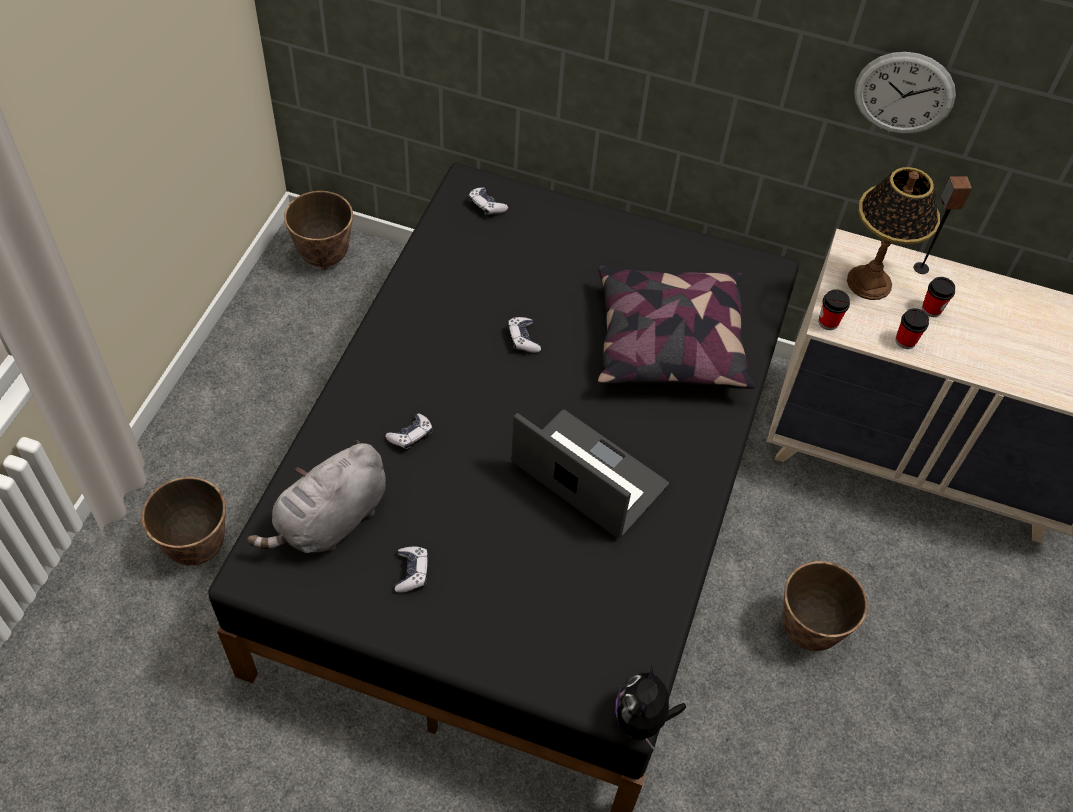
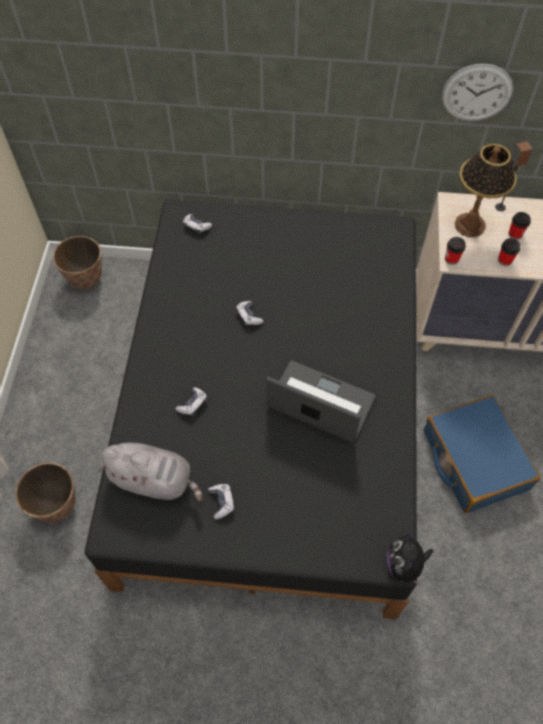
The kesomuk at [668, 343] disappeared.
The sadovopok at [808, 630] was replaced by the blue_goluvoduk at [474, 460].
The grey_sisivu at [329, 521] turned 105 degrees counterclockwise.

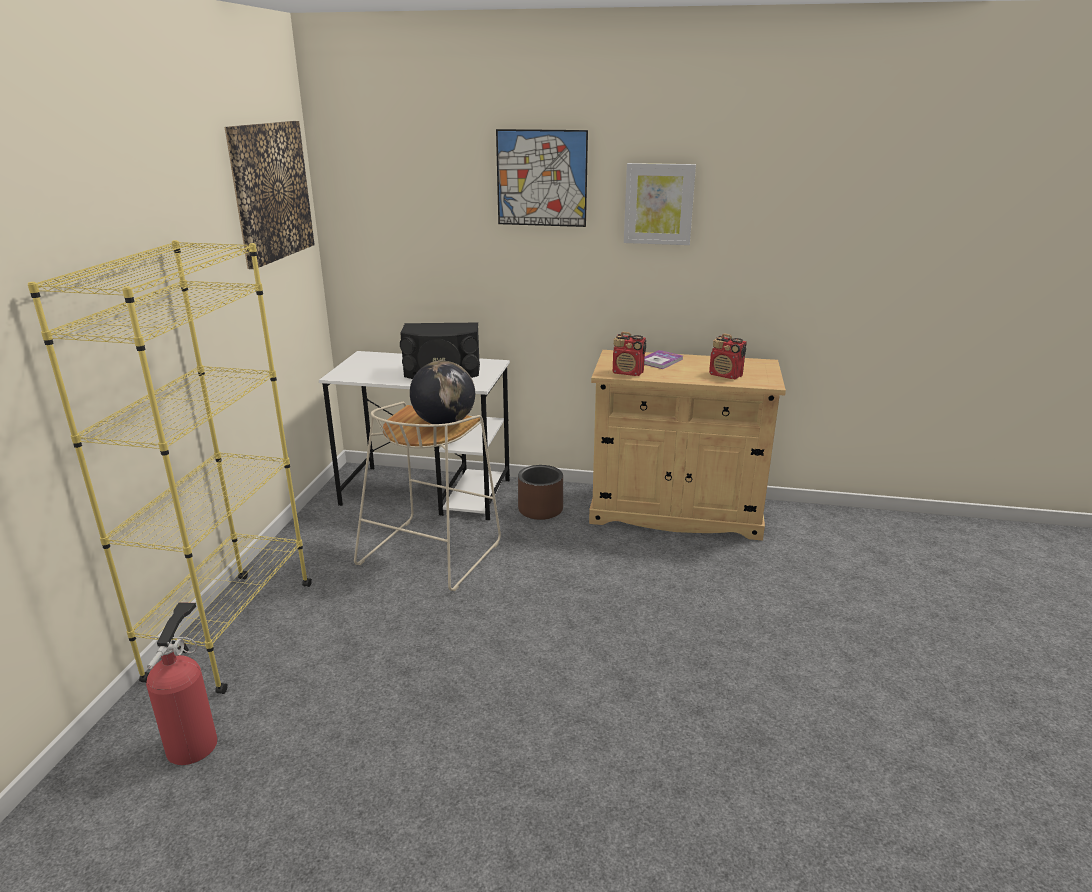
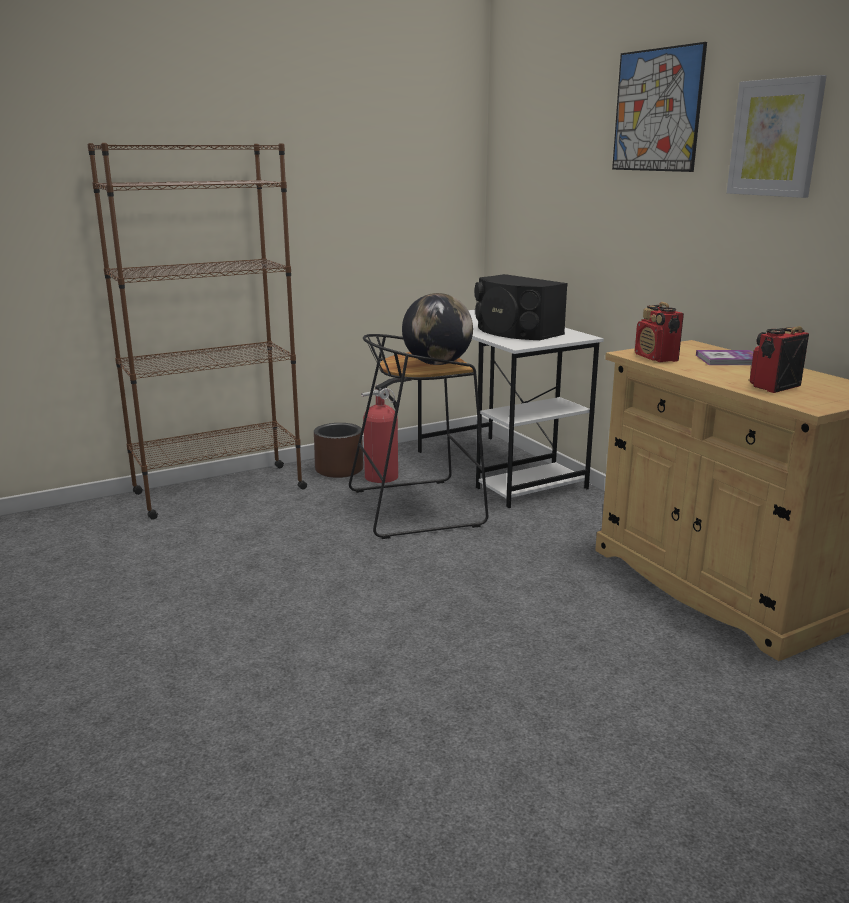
The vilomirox at [270, 192] disappeared.
The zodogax moved from [195, 742] to [385, 476].
The brown_sadovopok moved from [540, 510] to [339, 470].
The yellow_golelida at [232, 630] became the brown_golelida at [219, 491].
The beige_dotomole at [430, 552] became the black_dotomole at [418, 507].
The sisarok at [726, 375] turned 60 degrees clockwise.

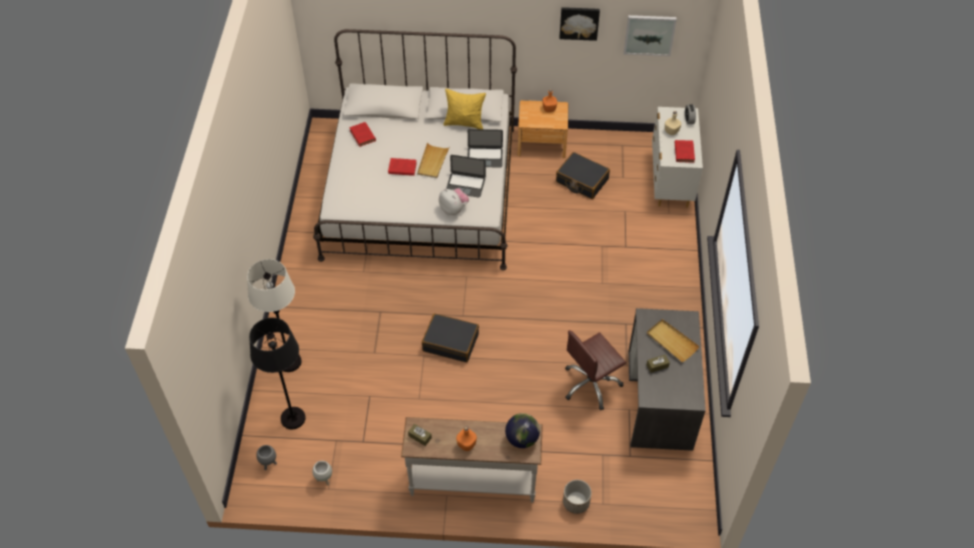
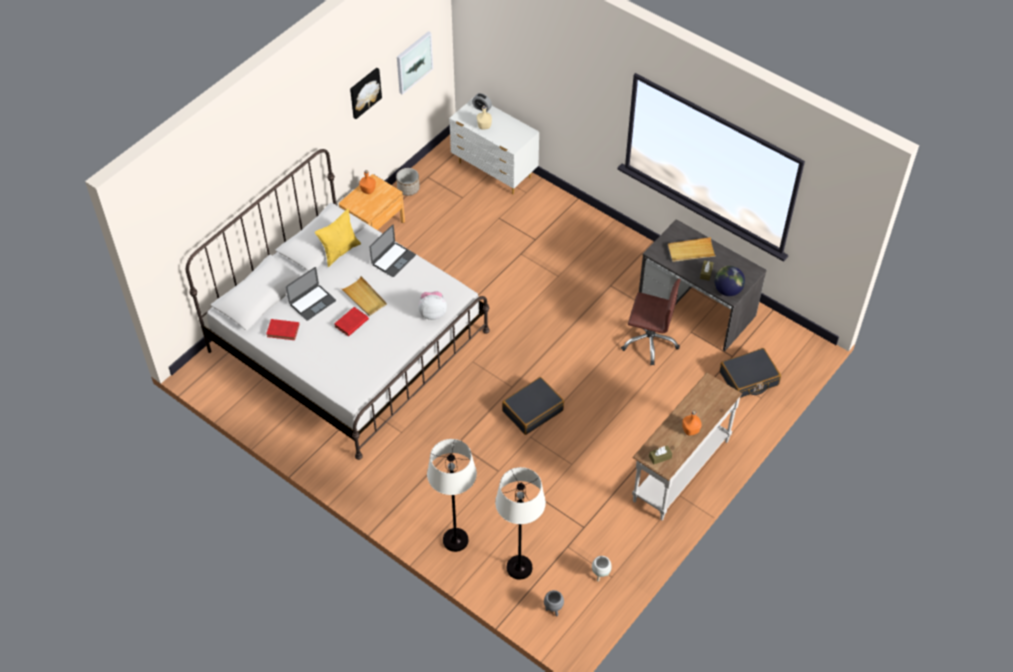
The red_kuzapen at [684, 152] disappeared.
The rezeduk moved from [465, 185] to [312, 302].
The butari moved from [522, 439] to [727, 290].
The black_goluvoduk moved from [582, 181] to [748, 379].
The sadovopok moved from [575, 502] to [408, 189].
The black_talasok at [293, 418] became the white_talasok at [519, 567].
The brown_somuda at [591, 384] turned 75 degrees counterclockwise.

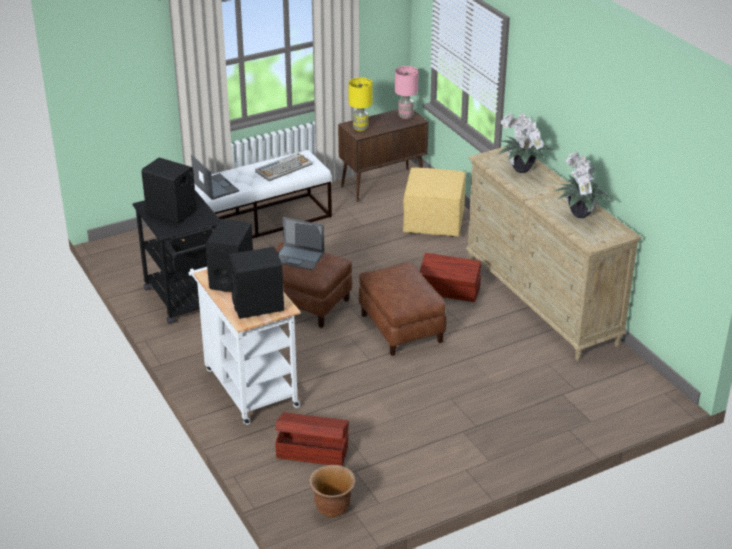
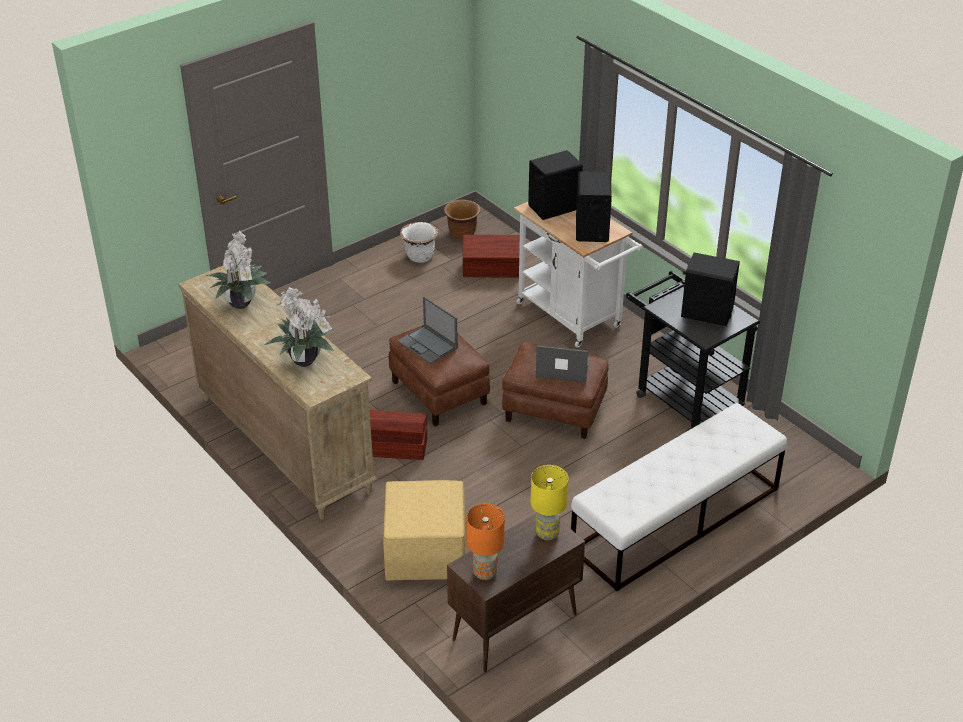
The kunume at [284, 168] disappeared.
The white_sadovopok at [419, 257] appeared.
The rezeduk moved from [215, 186] to [428, 345].
The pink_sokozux at [406, 116] became the orange_sokozux at [484, 572].

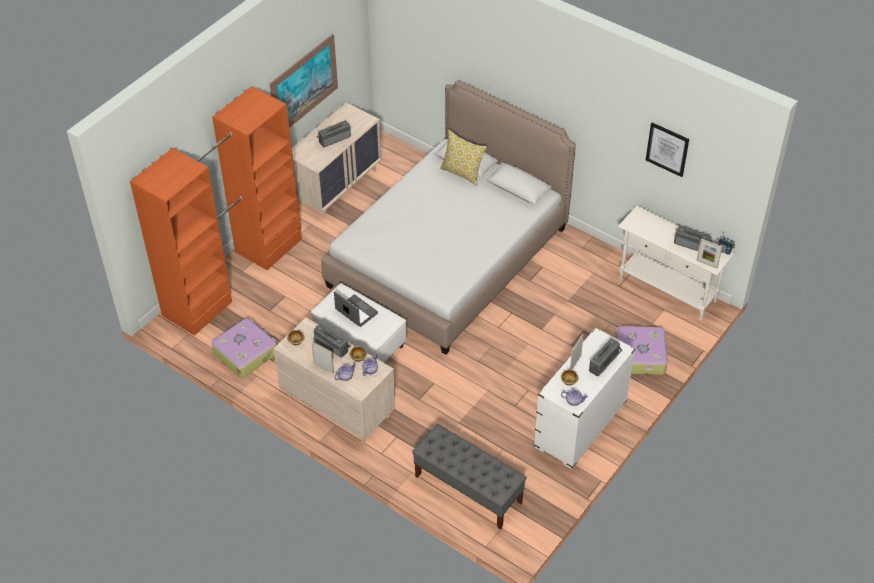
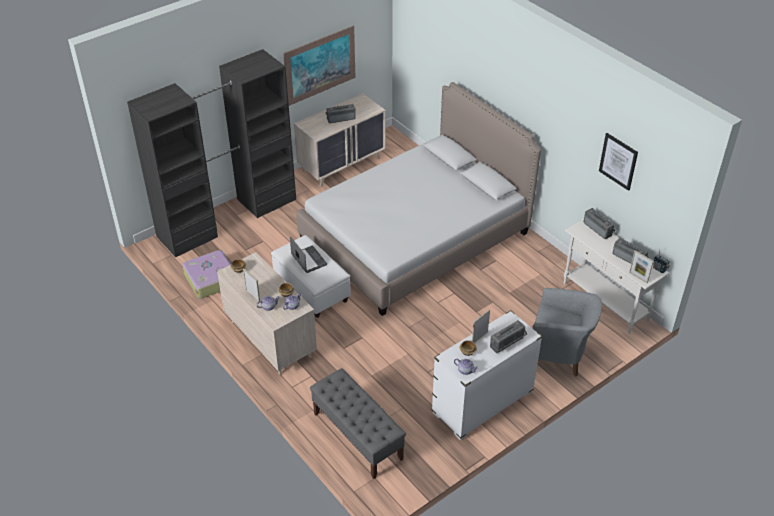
The kesomuk at [462, 173] disappeared.
The sisarok moved from [333, 345] to [598, 228].
The goluvoduk at [639, 356] was replaced by the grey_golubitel at [559, 353].
The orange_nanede at [234, 275] became the black_nanede at [228, 217].

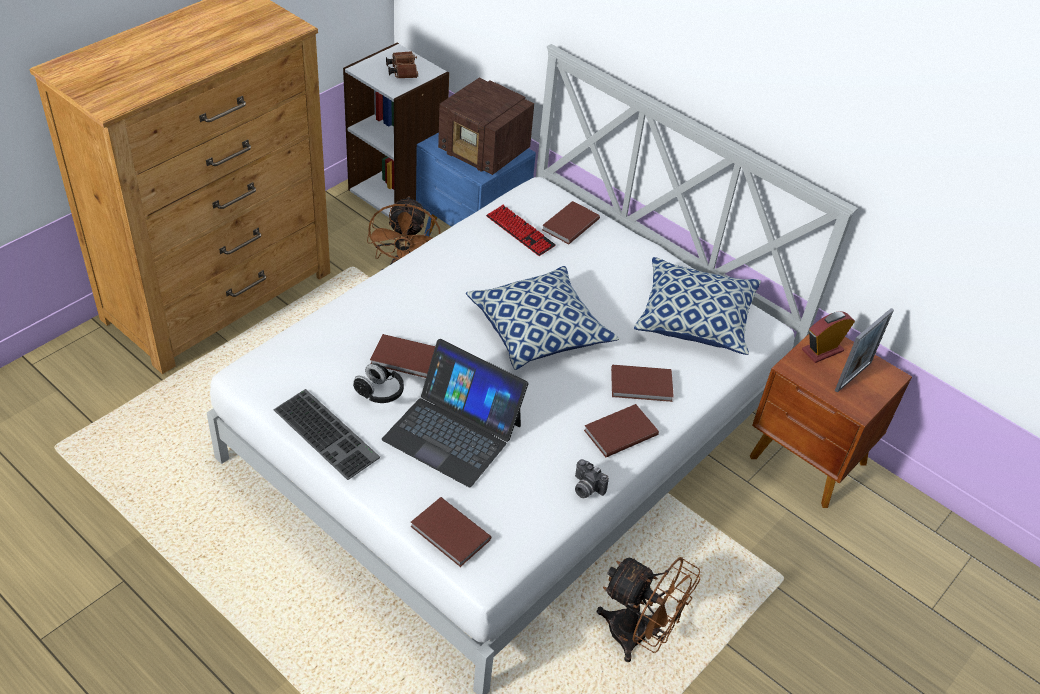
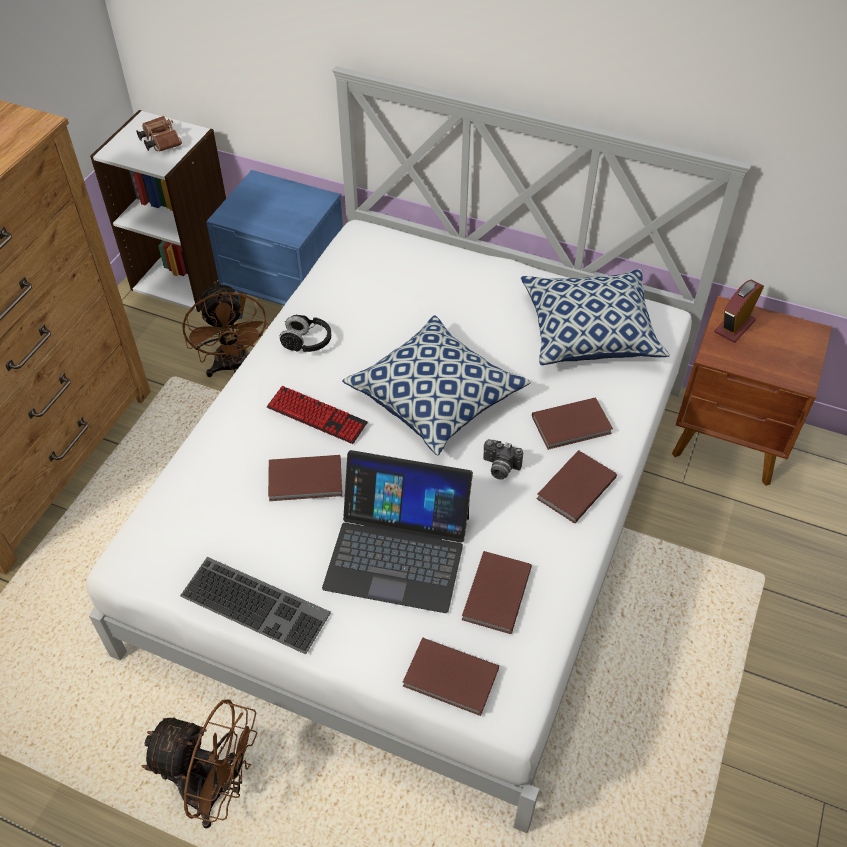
The sisarok at [485, 152] disappeared.
The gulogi at [853, 376] disappeared.
The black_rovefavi moved from [379, 392] to [307, 342].
The kunume moved from [520, 231] to [317, 416].
The brown_kuzapen moved from [569, 224] to [494, 594].
The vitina moved from [585, 488] to [499, 468].
The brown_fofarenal moved from [638, 636] to [215, 790].

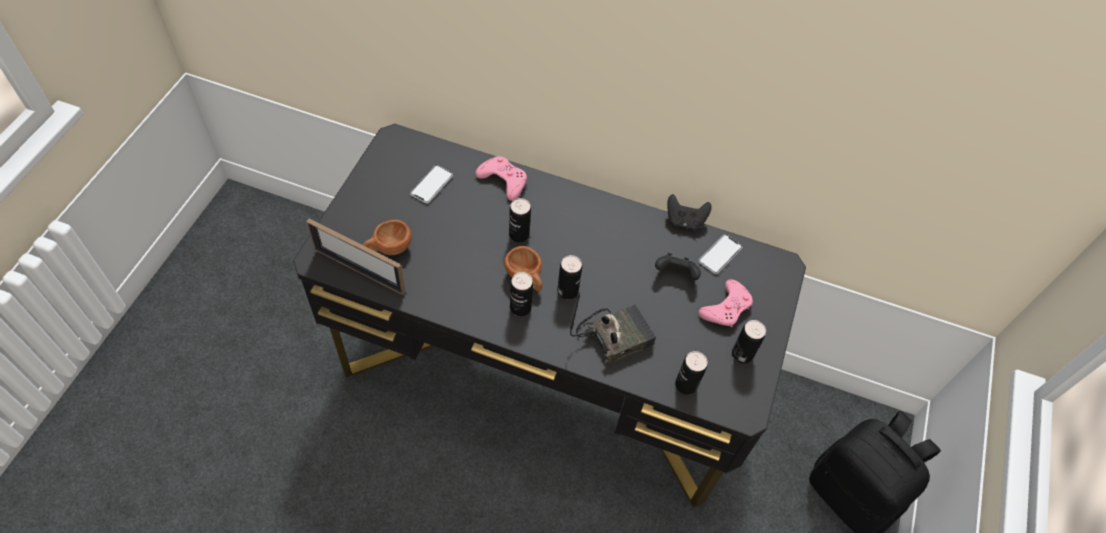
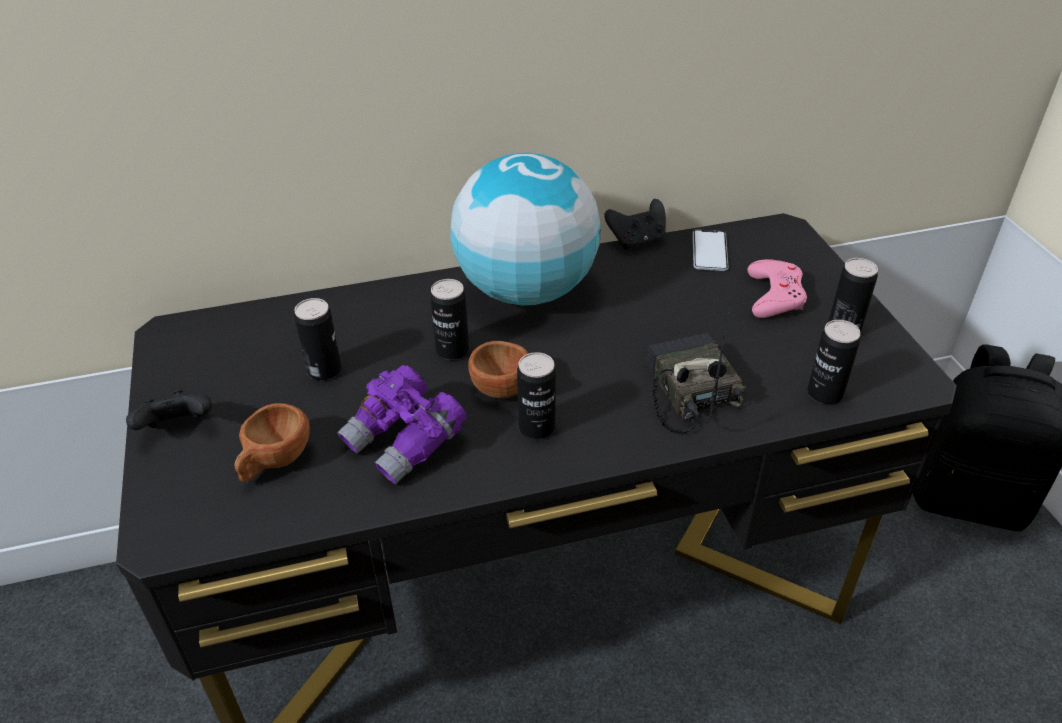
The gulogi at [359, 270] disappeared.
The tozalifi at [431, 185] disappeared.
The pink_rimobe at [503, 180] disappeared.
The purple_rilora at [405, 442] appeared.
The butari at [525, 290] appeared.
The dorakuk moved from [567, 291] to [324, 370].
The black_rimobe moved from [675, 274] to [178, 428].
The sisarok at [614, 336] turned 45 degrees counterclockwise.

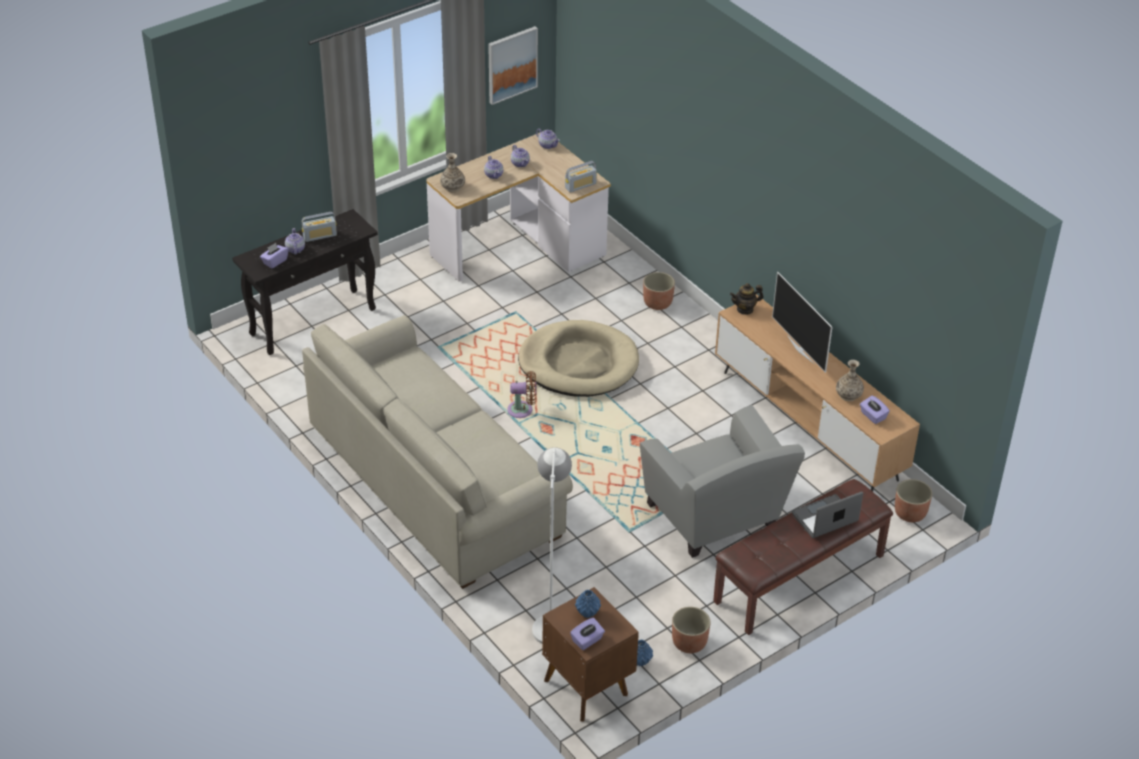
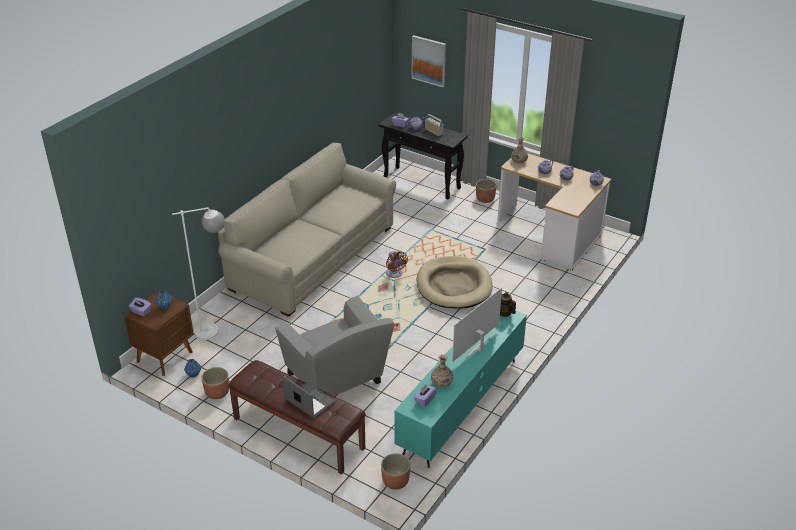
The sisarok at [580, 185] disappeared.
The vilomirox moved from [512, 64] to [429, 60].
The sadovopok moved from [658, 303] to [485, 199].
The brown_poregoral at [807, 425] became the turquoise_poregoral at [461, 405].
The grey_golubitel at [716, 519] turned 75 degrees counterclockwise.

